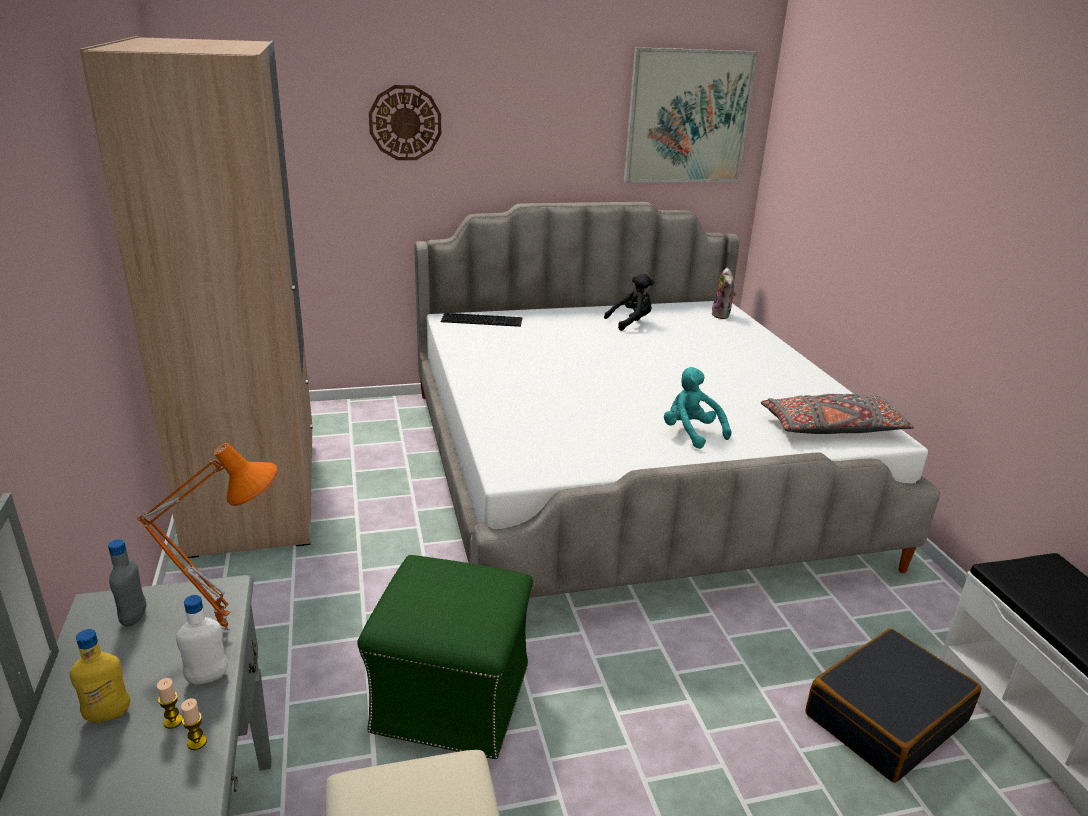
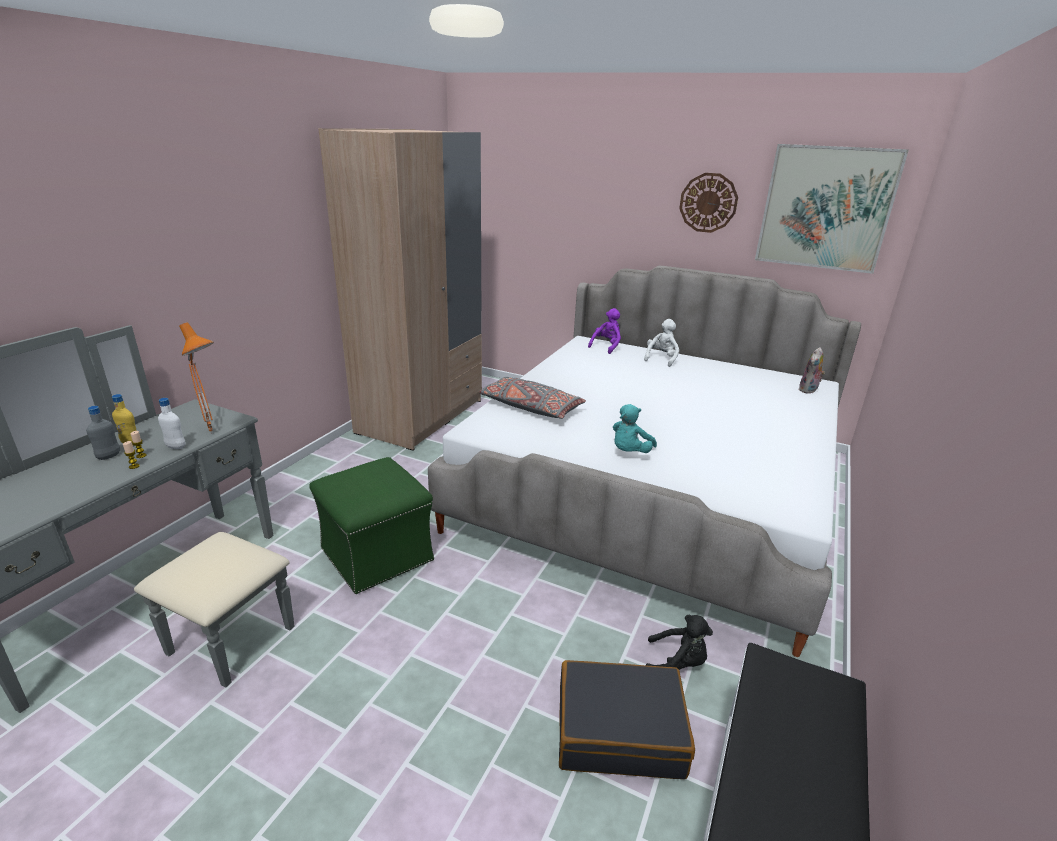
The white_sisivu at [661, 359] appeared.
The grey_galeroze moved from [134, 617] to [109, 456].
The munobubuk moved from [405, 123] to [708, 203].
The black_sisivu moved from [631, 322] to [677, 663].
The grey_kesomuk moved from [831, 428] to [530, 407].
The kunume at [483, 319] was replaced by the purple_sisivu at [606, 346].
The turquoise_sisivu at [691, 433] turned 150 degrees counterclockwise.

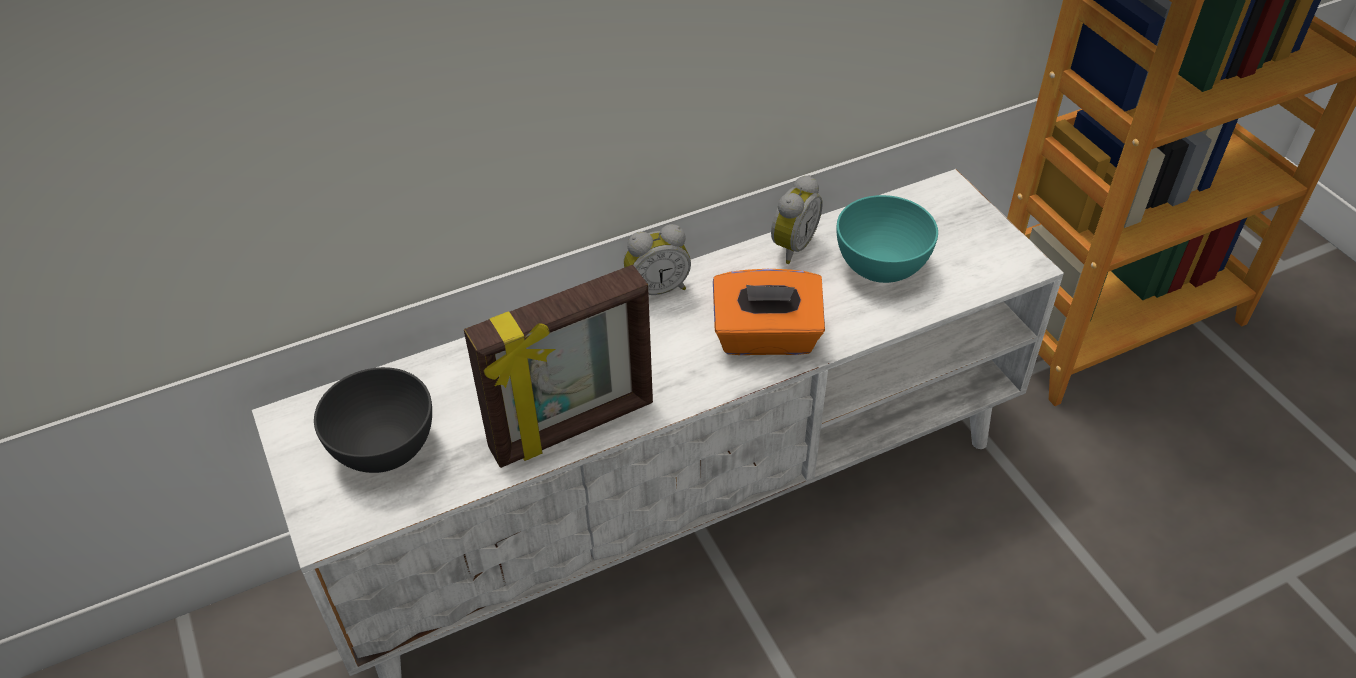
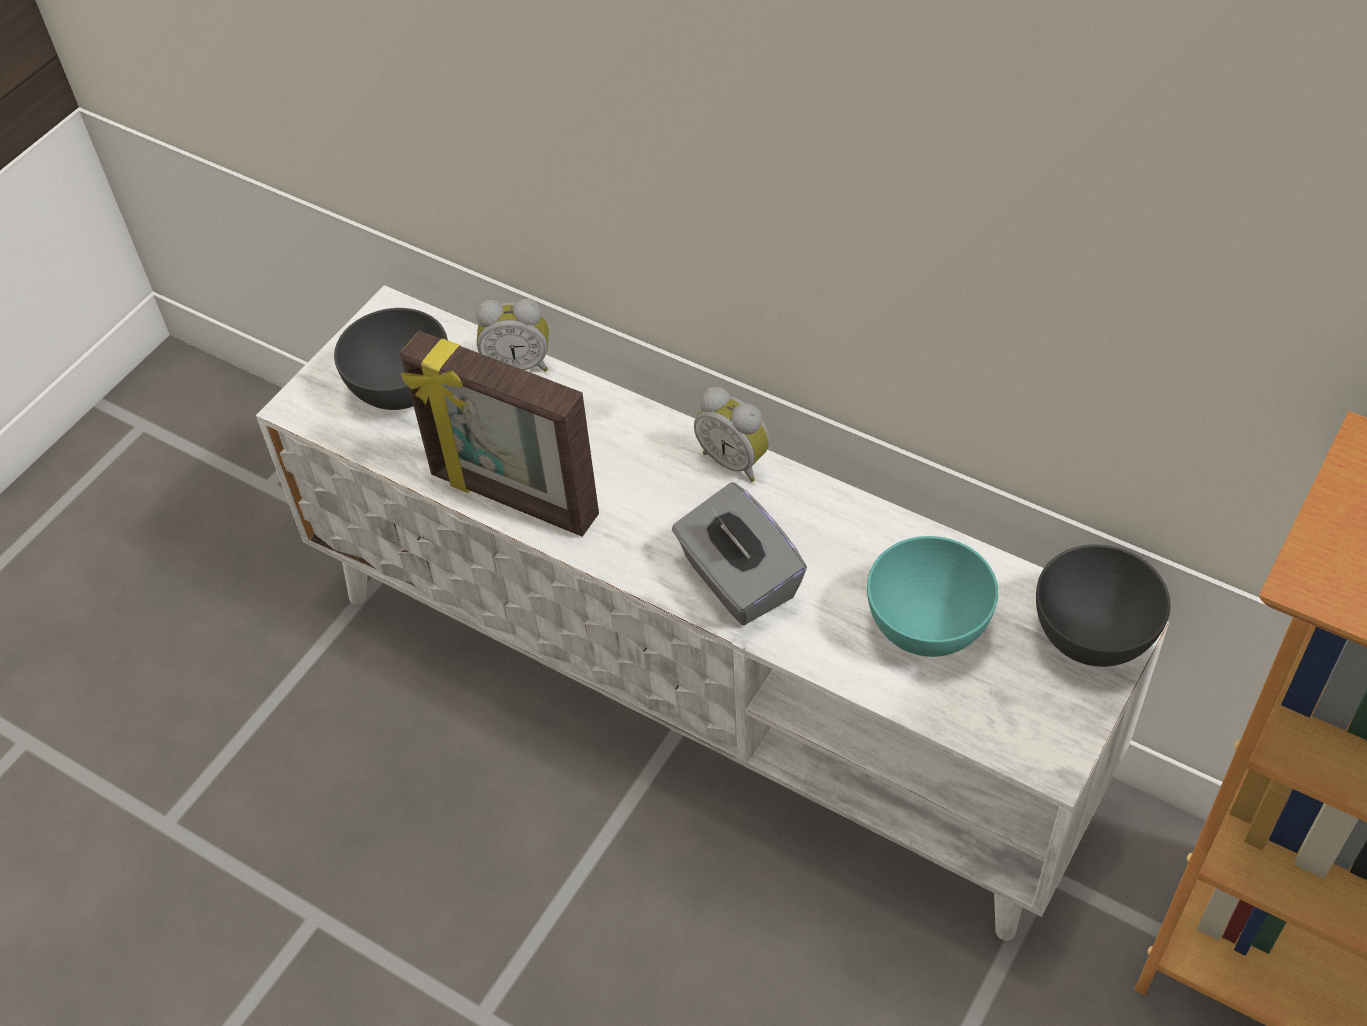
The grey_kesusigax at [1092, 637] appeared.
The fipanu moved from [790, 246] to [518, 364].
The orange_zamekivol at [766, 338] became the grey_zamekivol at [738, 580].

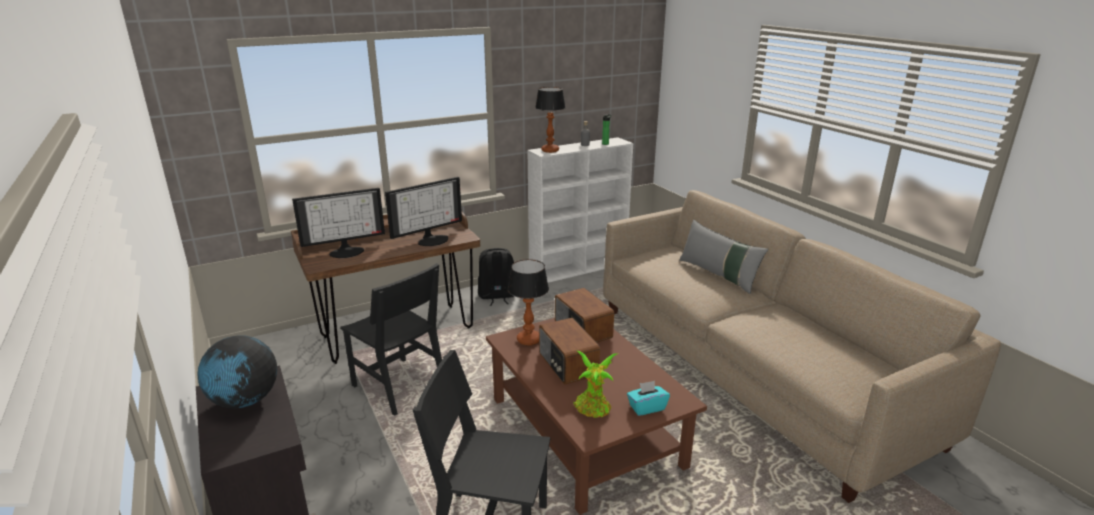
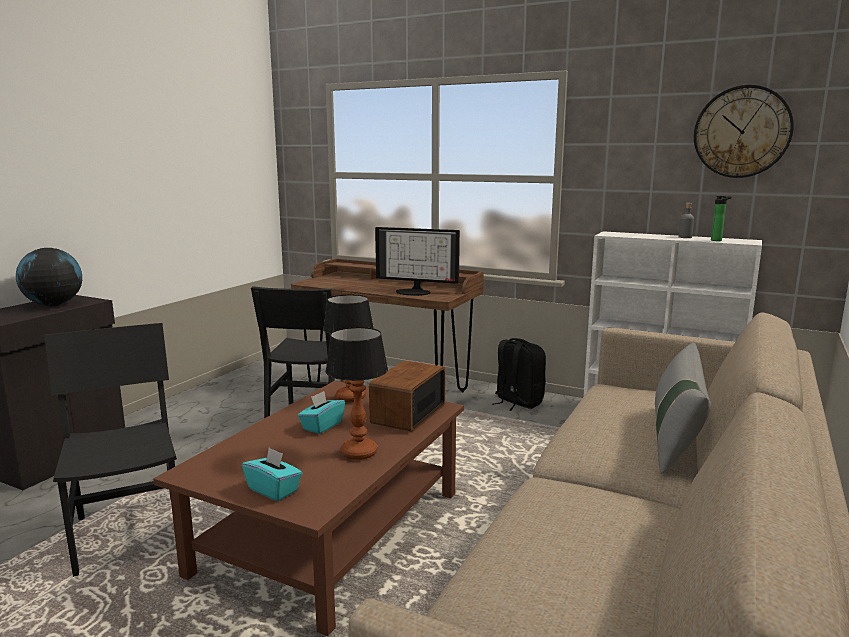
The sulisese at [346, 251] disappeared.
The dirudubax at [593, 409] disappeared.
The munobubuk at [742, 132] appeared.
The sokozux moved from [549, 150] to [359, 452].
The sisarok at [567, 365] was replaced by the turquoise_zamekivol at [322, 426].

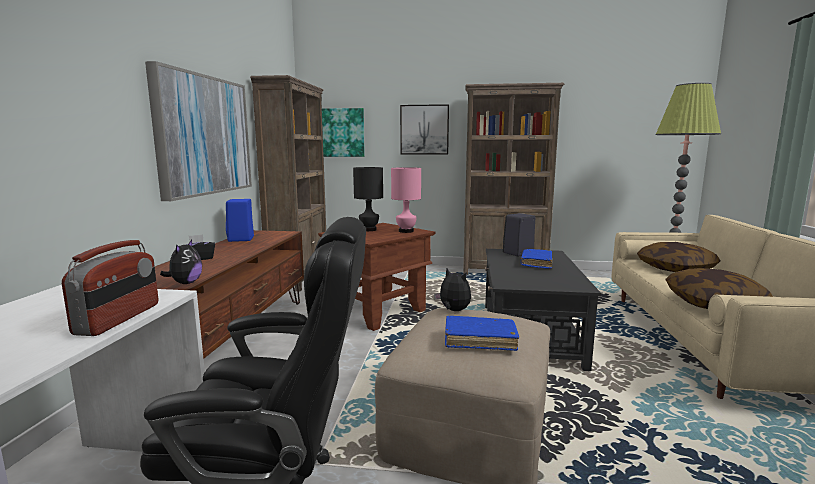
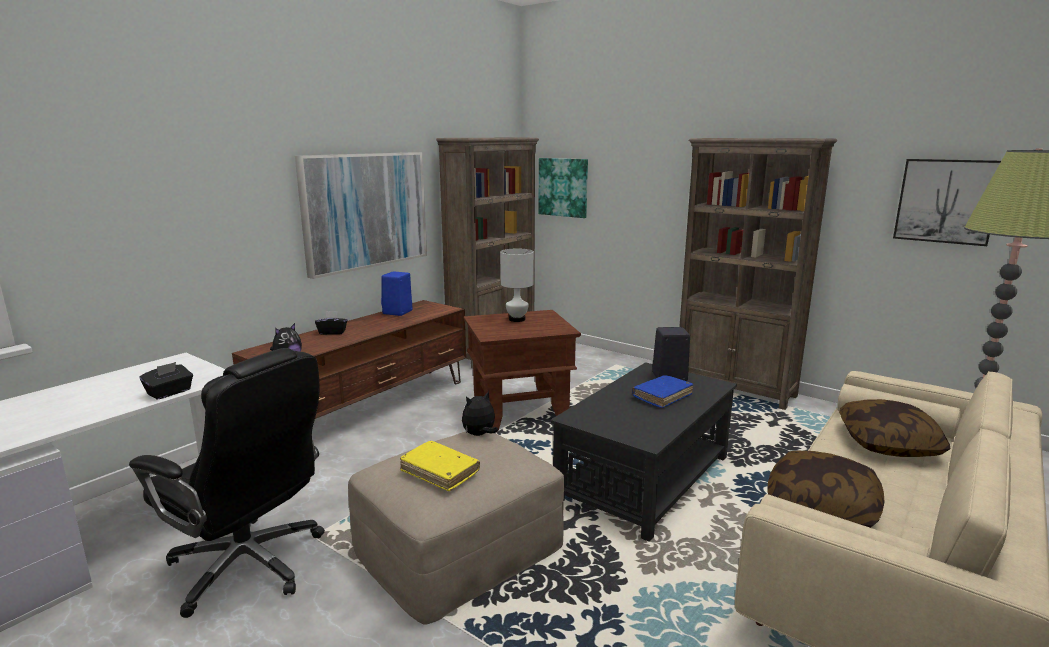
The pink_sokozux at [406, 231] disappeared.
The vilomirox moved from [424, 129] to [946, 201].
The sisarok at [119, 319] was replaced by the black_zamekivol at [170, 393].
The black_sokozux at [369, 230] became the white_sokozux at [517, 319].
The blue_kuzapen at [480, 340] became the yellow_kuzapen at [440, 472].
The sisivu at [453, 311] turned 105 degrees counterclockwise.

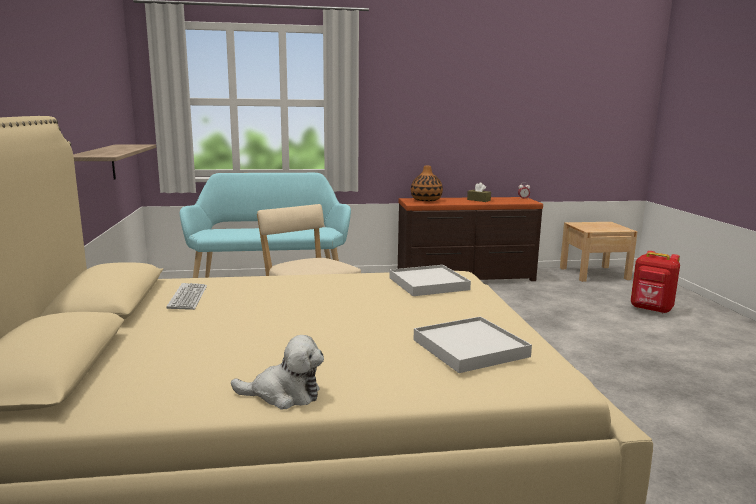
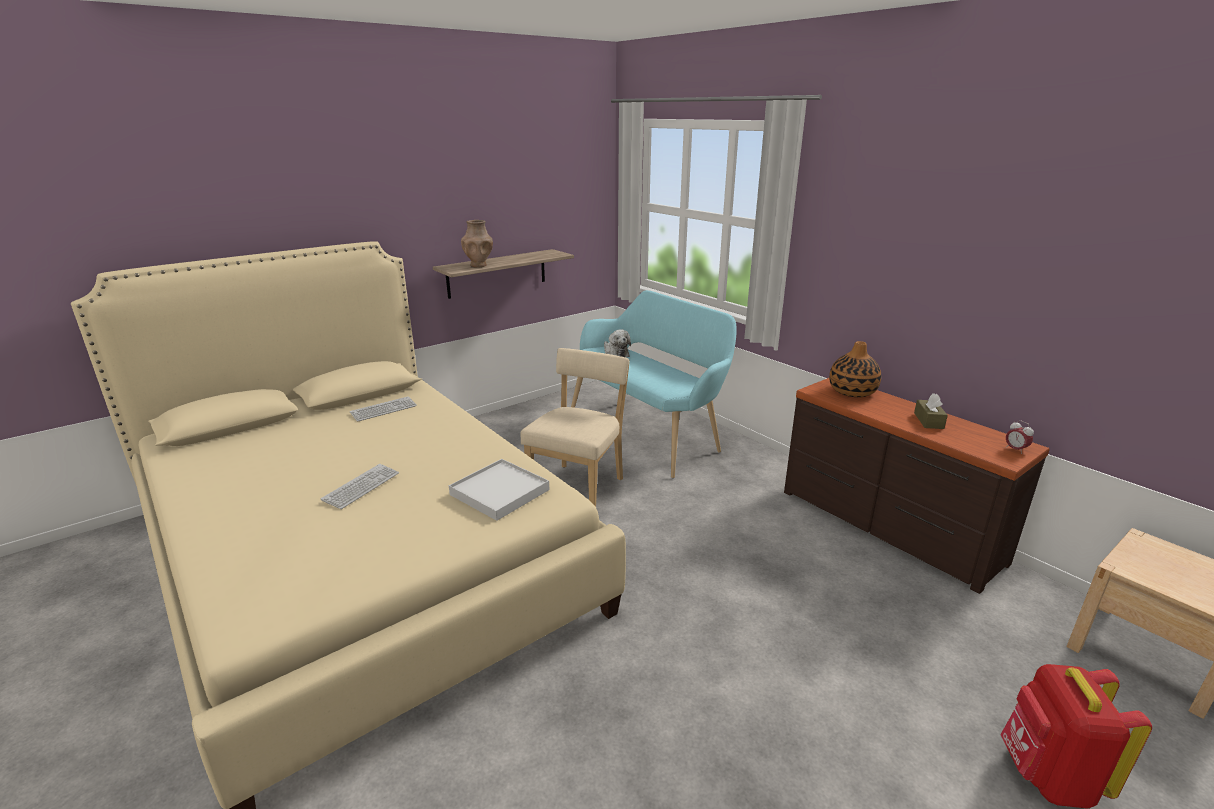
The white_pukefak at [469, 348] disappeared.
The kunume at [361, 487] appeared.
The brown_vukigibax at [479, 265] appeared.
The sisivu moved from [284, 394] to [615, 353].

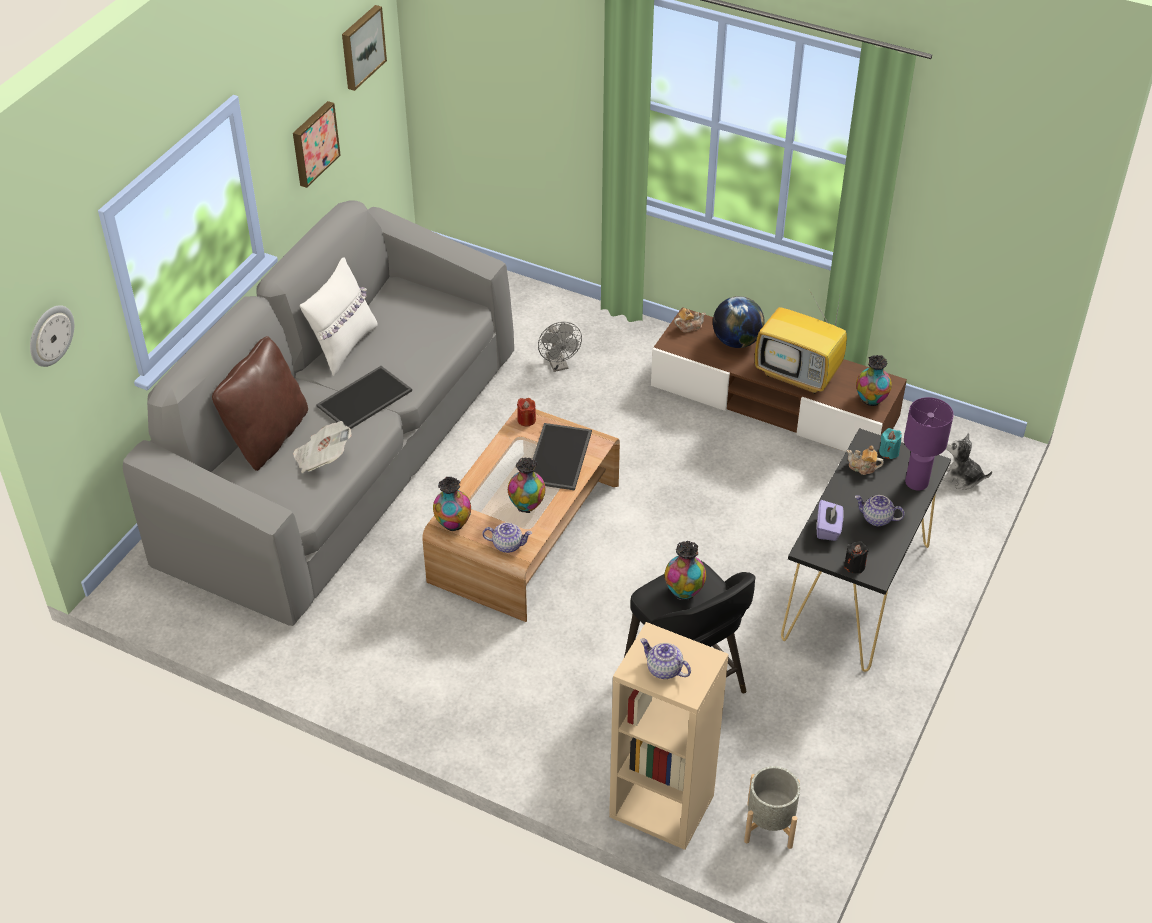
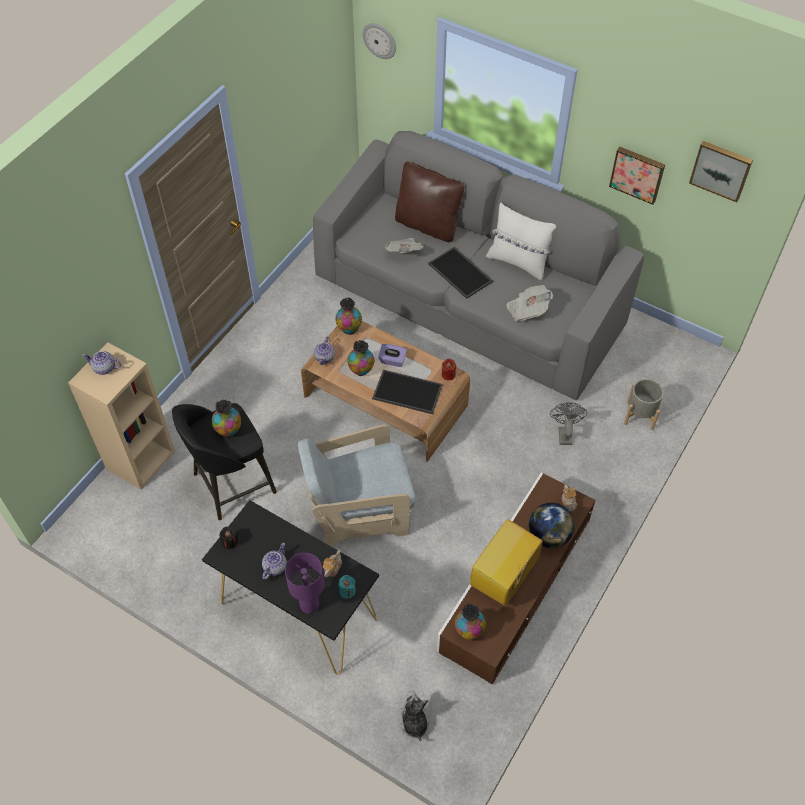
The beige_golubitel at [359, 510] appeared.
The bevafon at [527, 310] appeared.
The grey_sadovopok moved from [769, 825] to [640, 415].
The purple_zamekivol moved from [828, 529] to [392, 360].
The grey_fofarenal at [559, 365] turned 105 degrees clockwise.
The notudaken at [663, 669] turned 120 degrees counterclockwise.
The sisivu at [961, 478] turned 45 degrees counterclockwise.

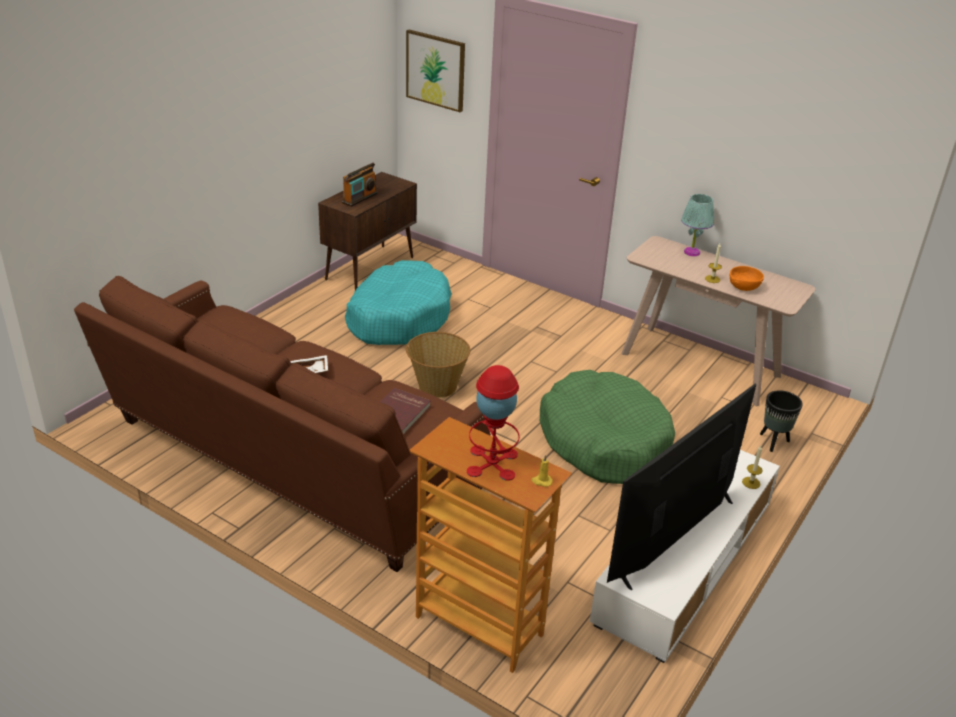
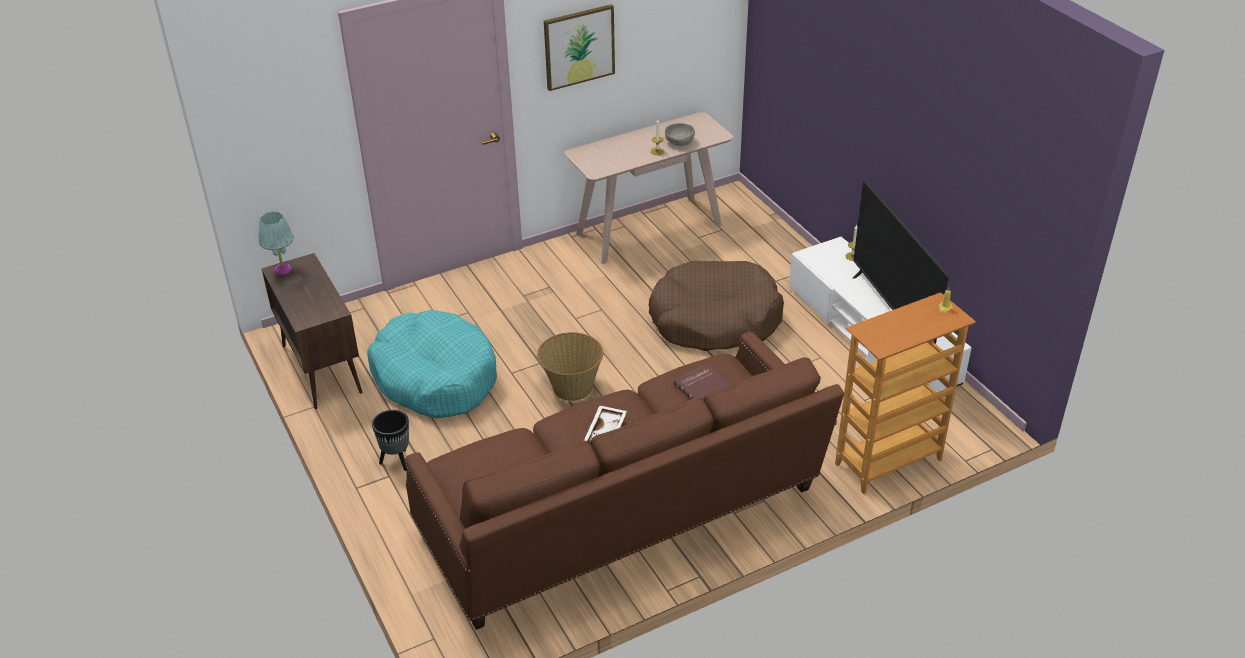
The sisarok at [359, 198] disappeared.
The red_sokozux at [492, 463] disappeared.
The vilomirox moved from [436, 70] to [579, 47].
The turquoise_sokozux moved from [692, 252] to [283, 269].
The black_sadovopok moved from [773, 442] to [396, 461].
The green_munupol at [604, 441] became the brown_munupol at [714, 319].
The orange_kesusigax at [743, 286] became the grey_kesusigax at [679, 142].

